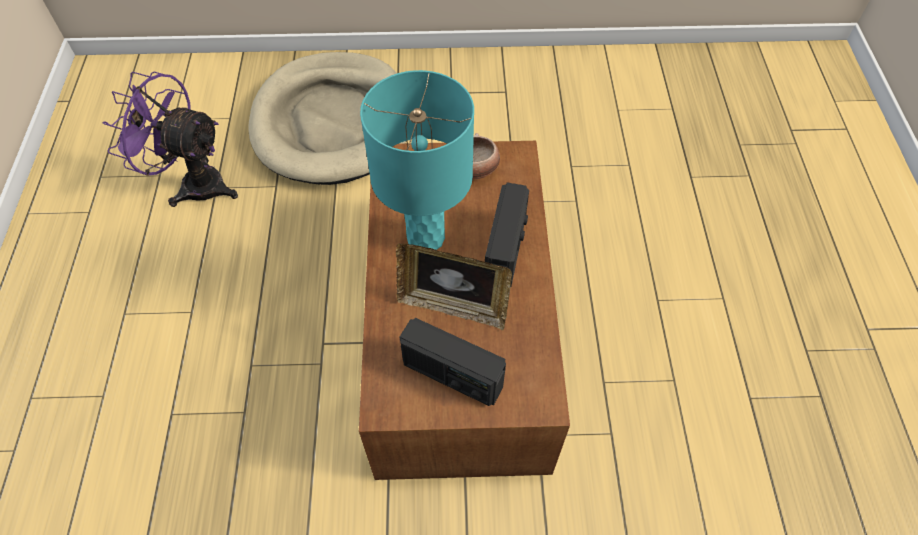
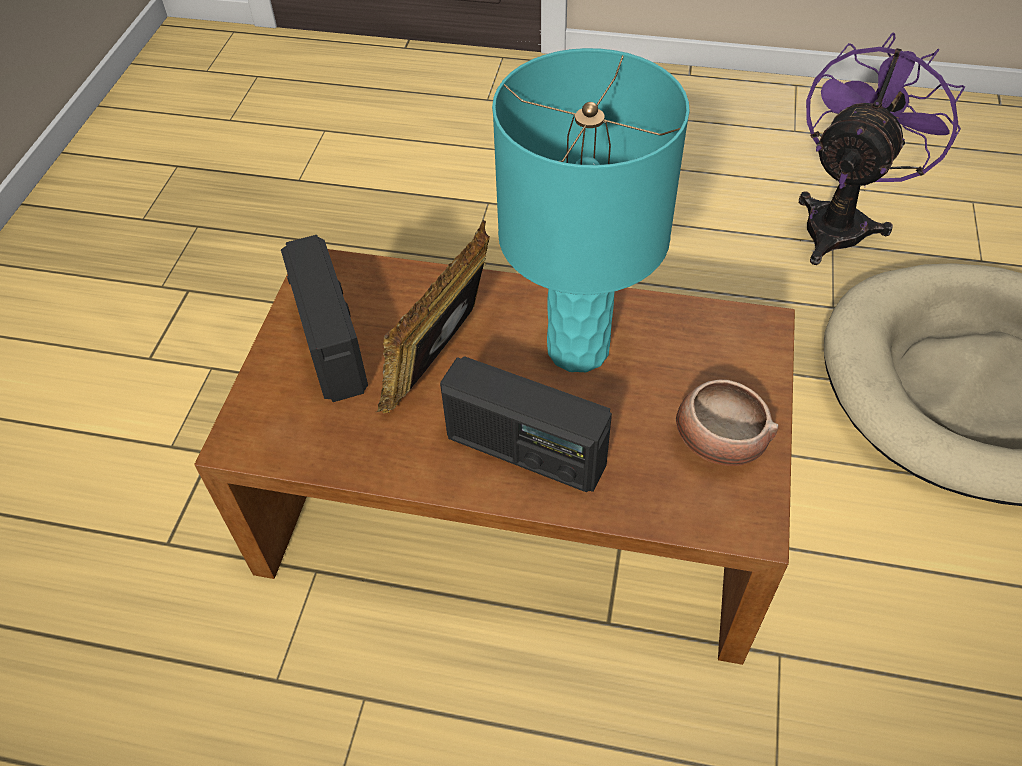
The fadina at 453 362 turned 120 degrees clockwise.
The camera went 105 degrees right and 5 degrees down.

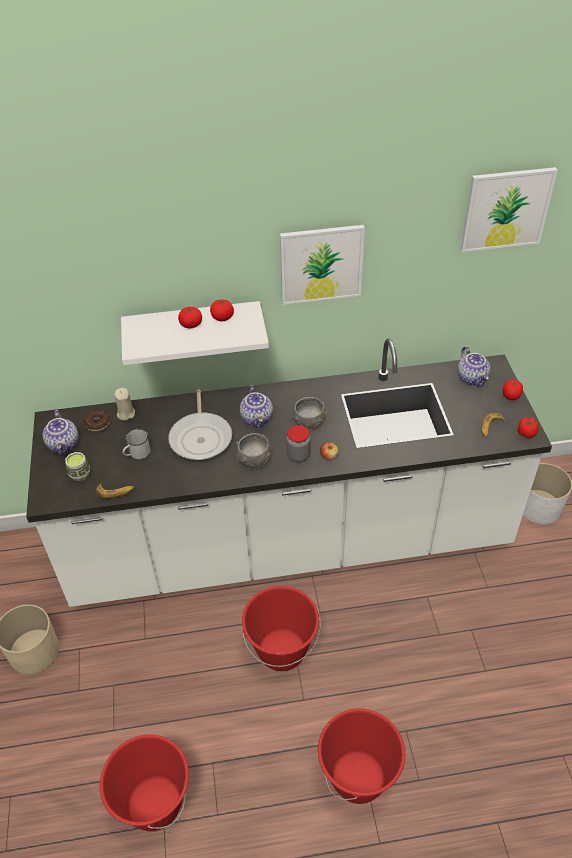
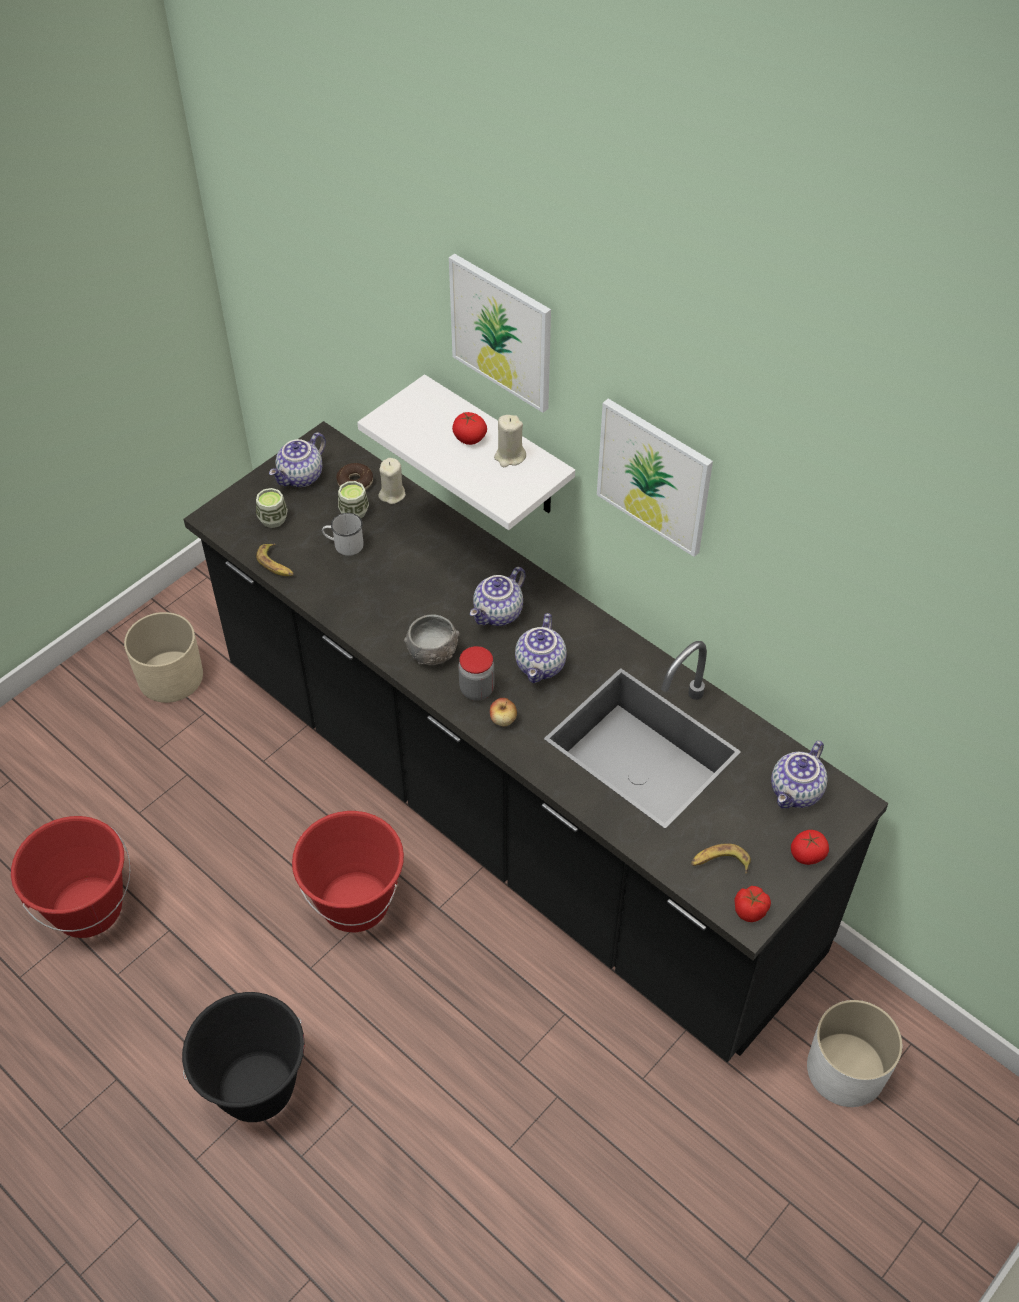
The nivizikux moved from 509 209 to 500 333.
The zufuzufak at 222 310 was replaced by the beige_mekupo at 510 441.
The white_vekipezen at 289 473 became the black_vekipezen at 535 741.
The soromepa at 200 425 disappeared.
The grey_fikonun at 309 414 was replaced by the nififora at 541 648.
The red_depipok at 361 756 became the black_depipok at 243 1057.
The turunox at 353 499 appeared.
The camera went 50 degrees right and 5 degrees up.

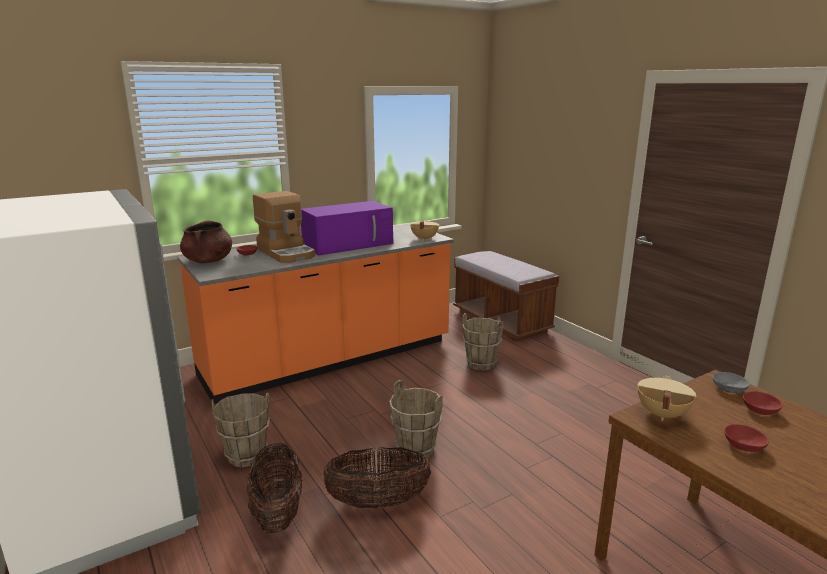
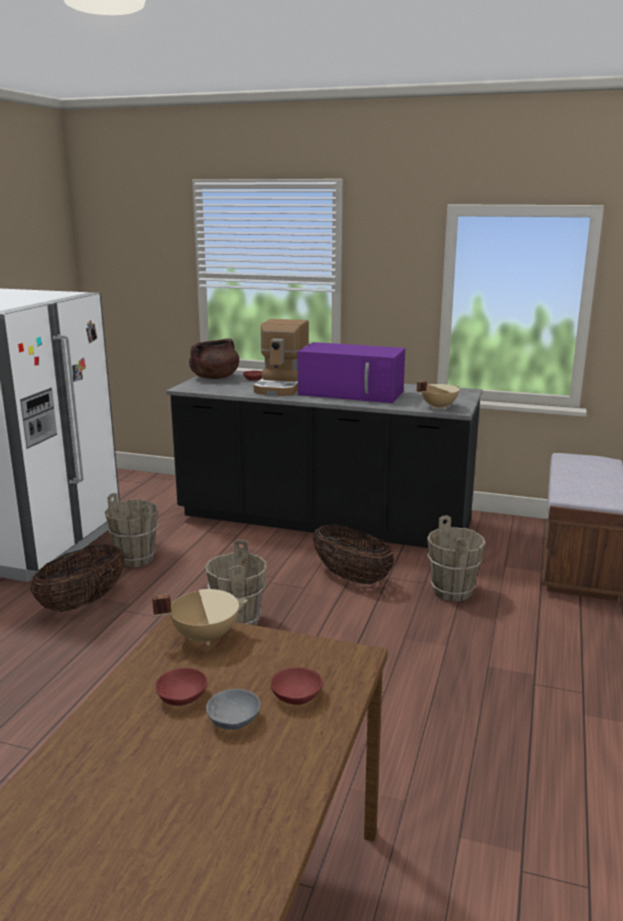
The orange_vekipezen at 316 313 became the black_vekipezen at 324 459.
The grey_fikonun moved from 731 382 to 233 709.
The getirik moved from 376 477 to 353 554.
The camera went 50 degrees right and 0 degrees up.

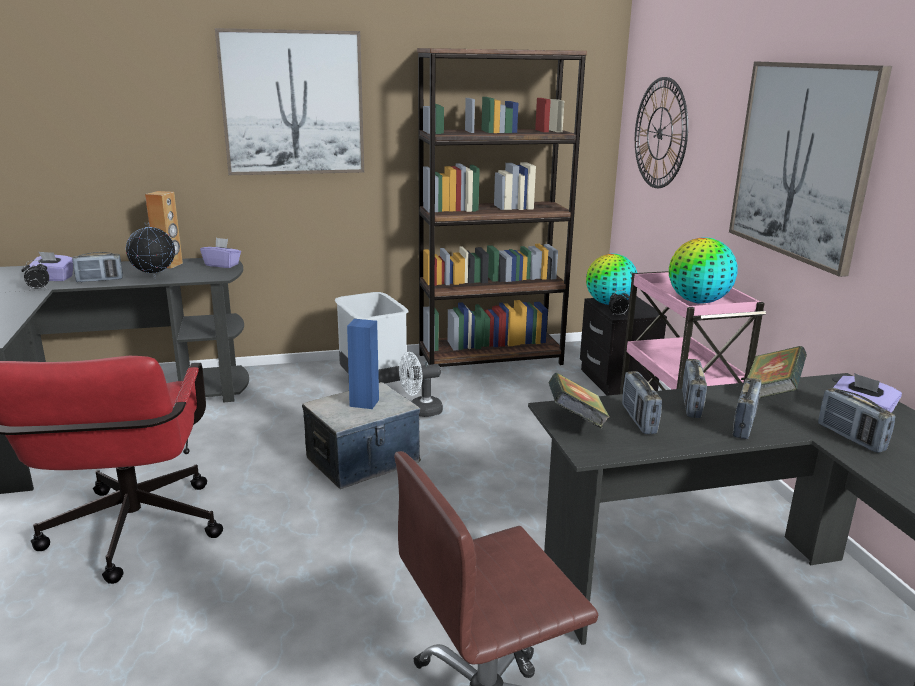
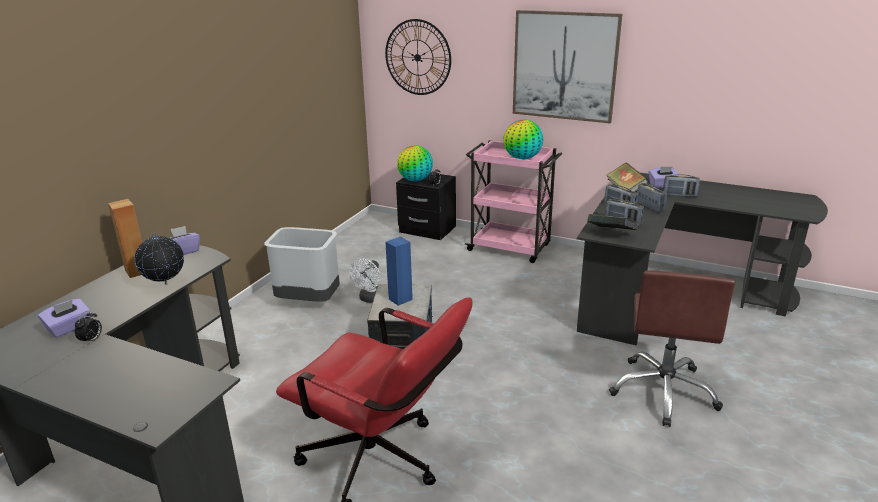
The nivizikux at 289 101 disappeared.
The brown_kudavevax at 502 207 disappeared.
The fadina at 97 267 disappeared.
The camera went 50 degrees left and 5 degrees up.

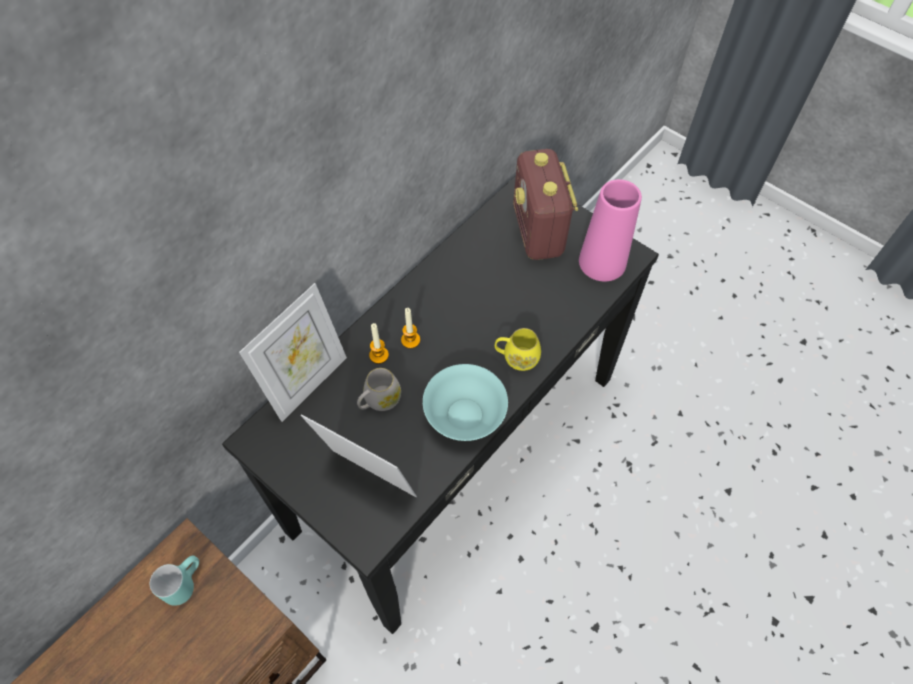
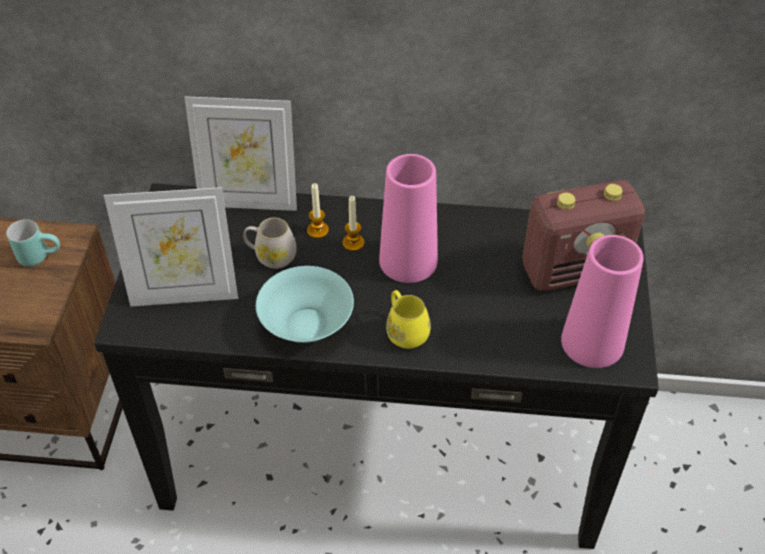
The fadina at 545 204 turned 150 degrees counterclockwise.
The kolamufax at 358 455 turned 90 degrees clockwise.
The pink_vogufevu at 408 218 appeared.
The camera went 55 degrees right and 10 degrees down.

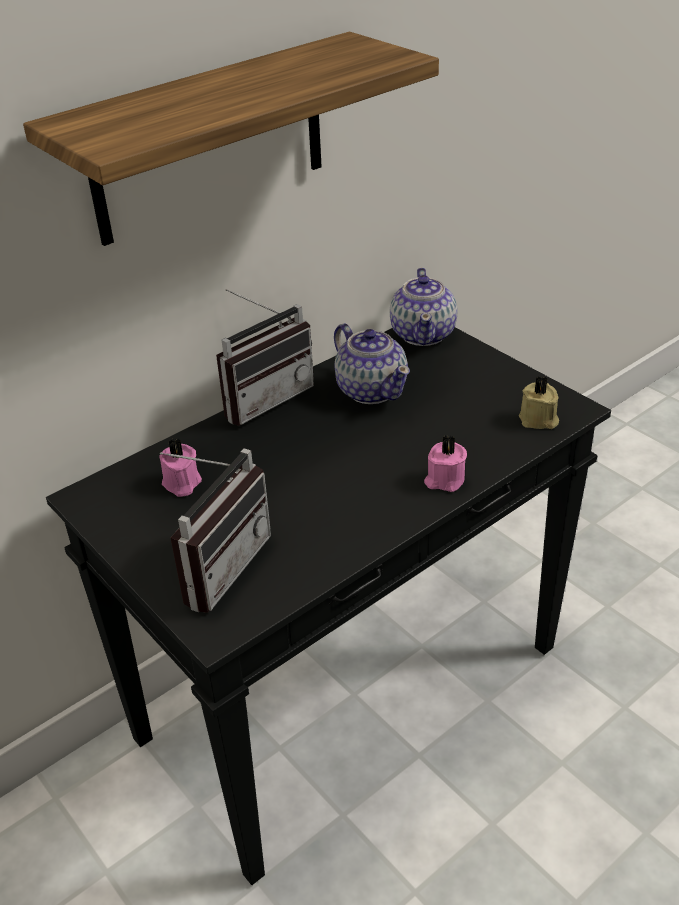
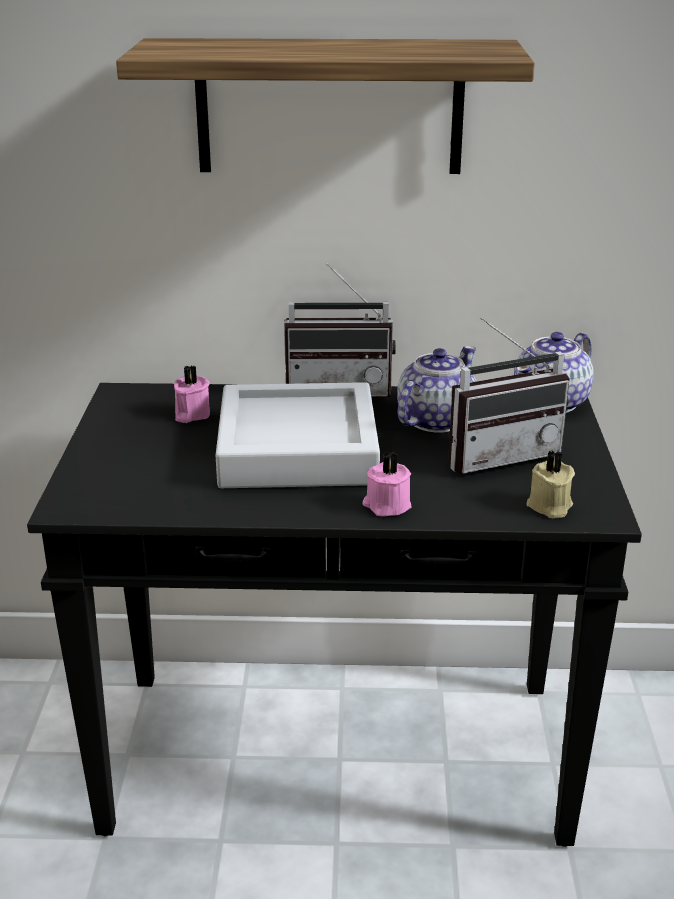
The nififora at 372 363 turned 150 degrees counterclockwise.
The fadina moved from 215 530 to 509 395.
The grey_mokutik at 297 435 appeared.
The camera went 40 degrees right and 10 degrees down.

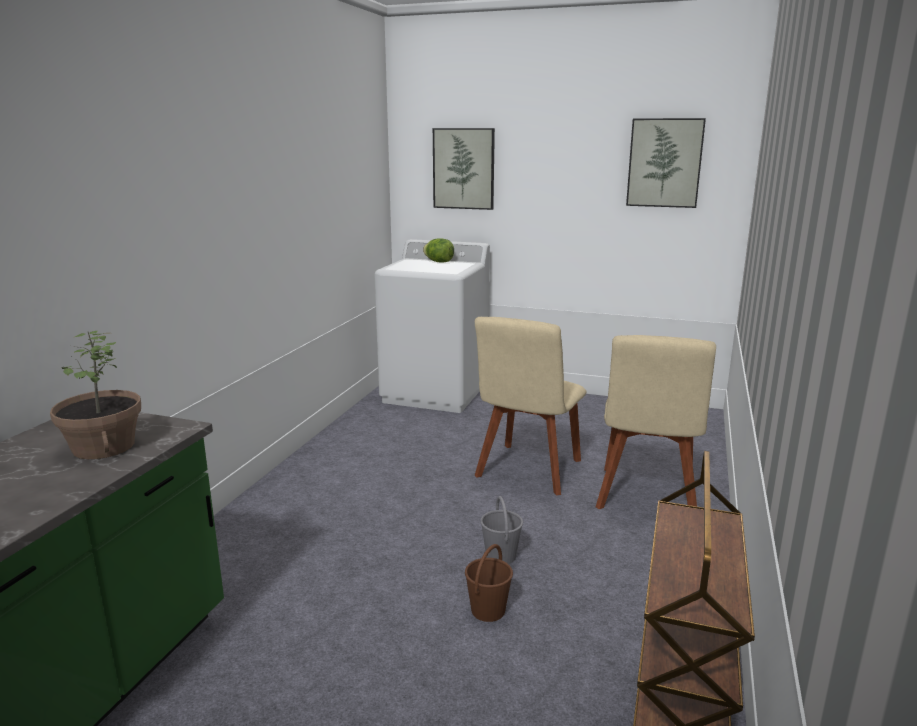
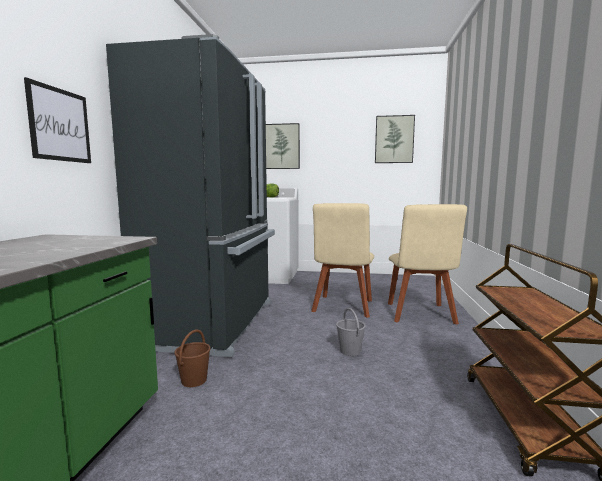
The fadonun at 95 394 disappeared.
The brown_depipok moved from 489 583 to 193 358.
The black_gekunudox at 190 195 appeared.
The nivizikux at 57 120 appeared.
The camera went 10 degrees left and 10 degrees down.

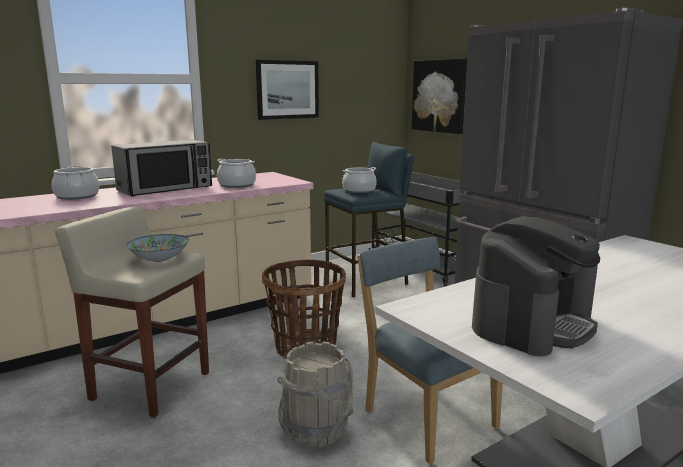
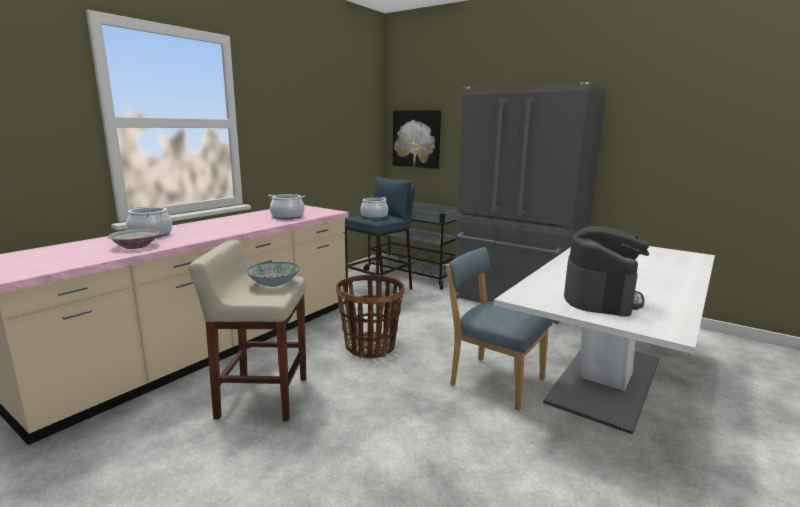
The nivizikux at 287 90 disappeared.
The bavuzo at 161 168 disappeared.
The grey_depipok at 315 395 disappeared.
The fikonun at 134 239 appeared.
The camera went 20 degrees left and 0 degrees up.

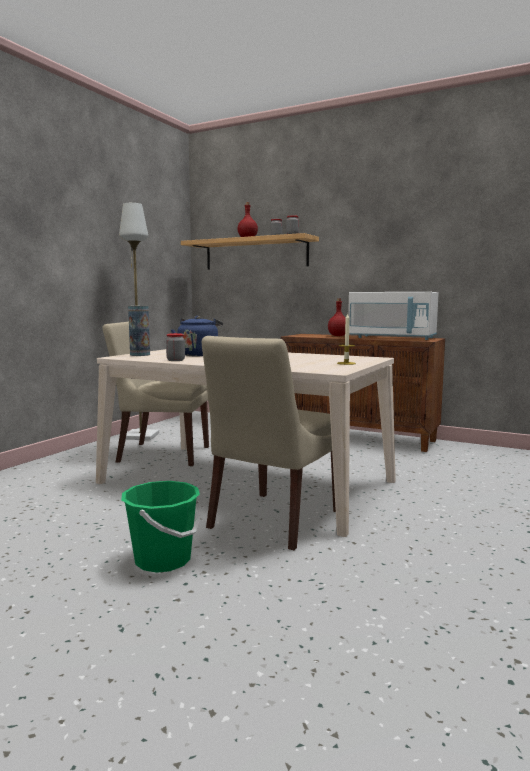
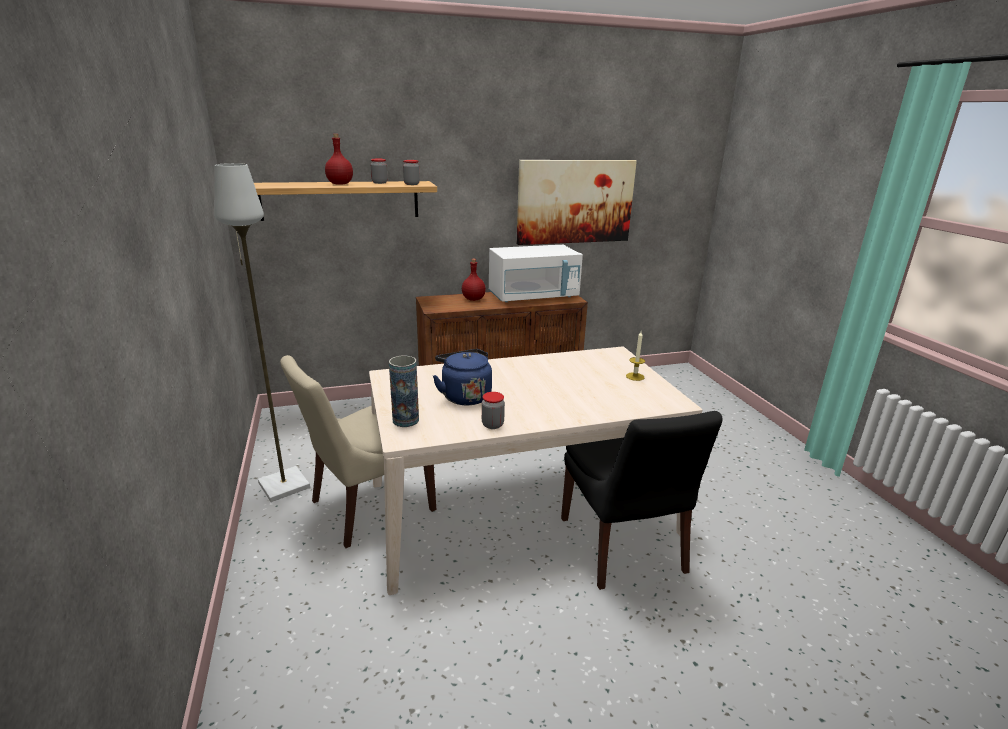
The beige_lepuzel at 269 443 became the black_lepuzel at 642 500.
The green_depipok at 160 527 disappeared.
The nivizikux at 577 202 appeared.
The camera went 45 degrees left and 15 degrees up.

